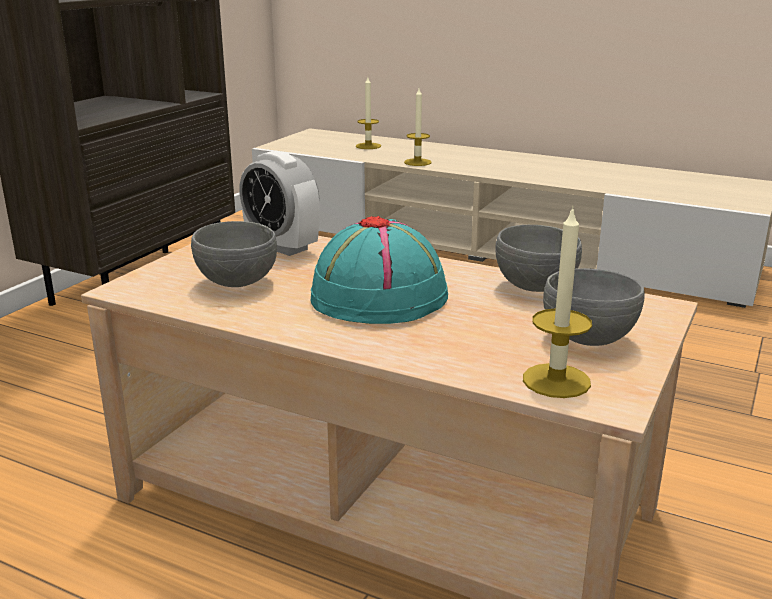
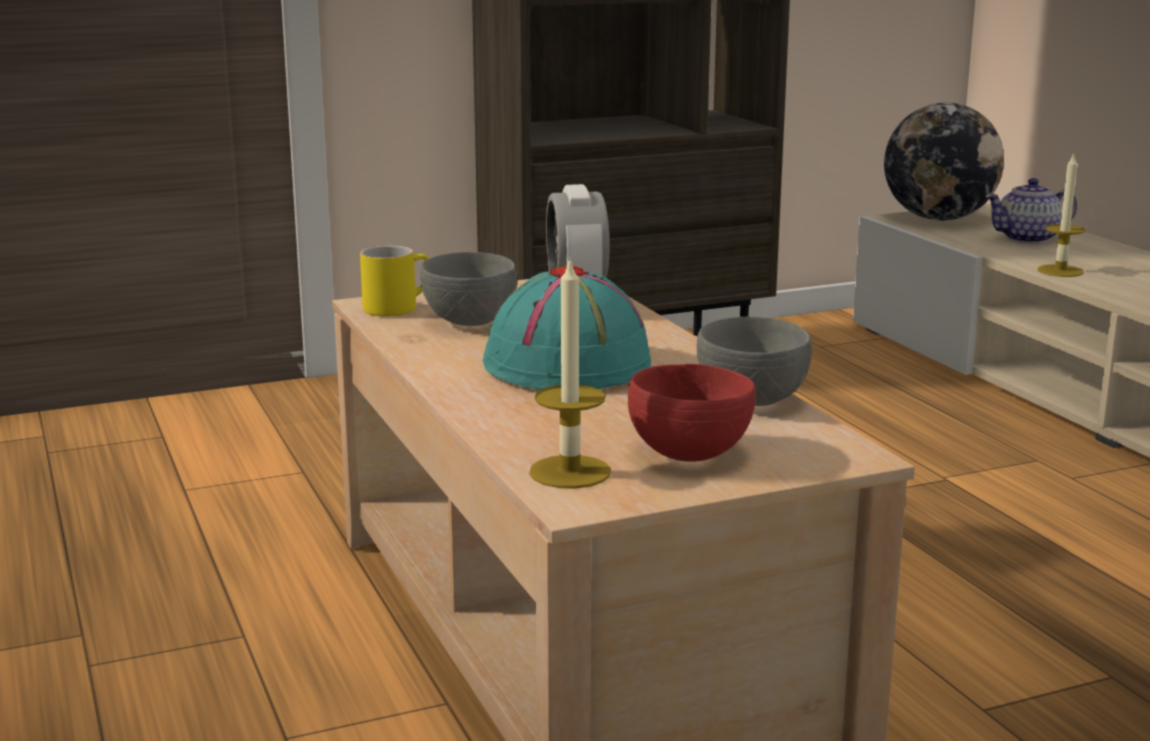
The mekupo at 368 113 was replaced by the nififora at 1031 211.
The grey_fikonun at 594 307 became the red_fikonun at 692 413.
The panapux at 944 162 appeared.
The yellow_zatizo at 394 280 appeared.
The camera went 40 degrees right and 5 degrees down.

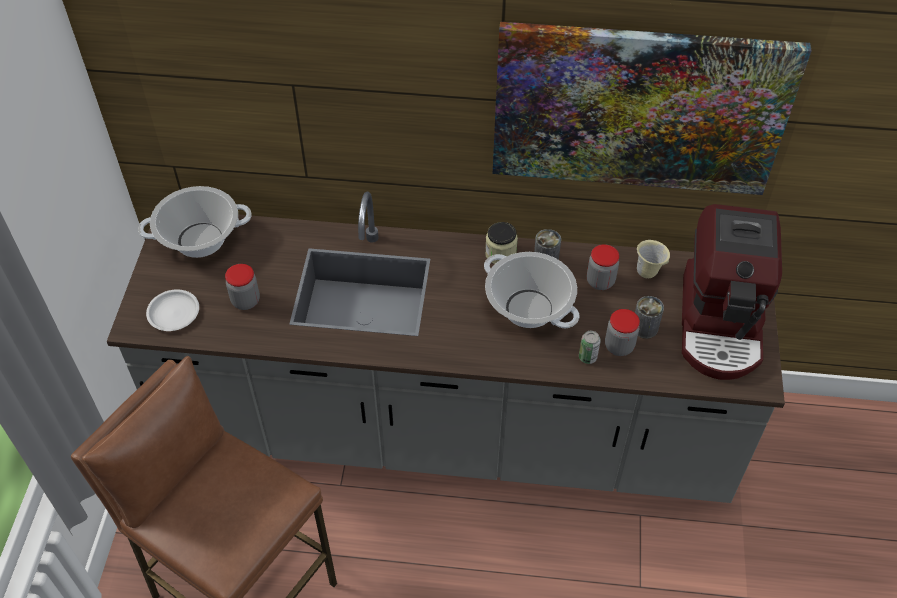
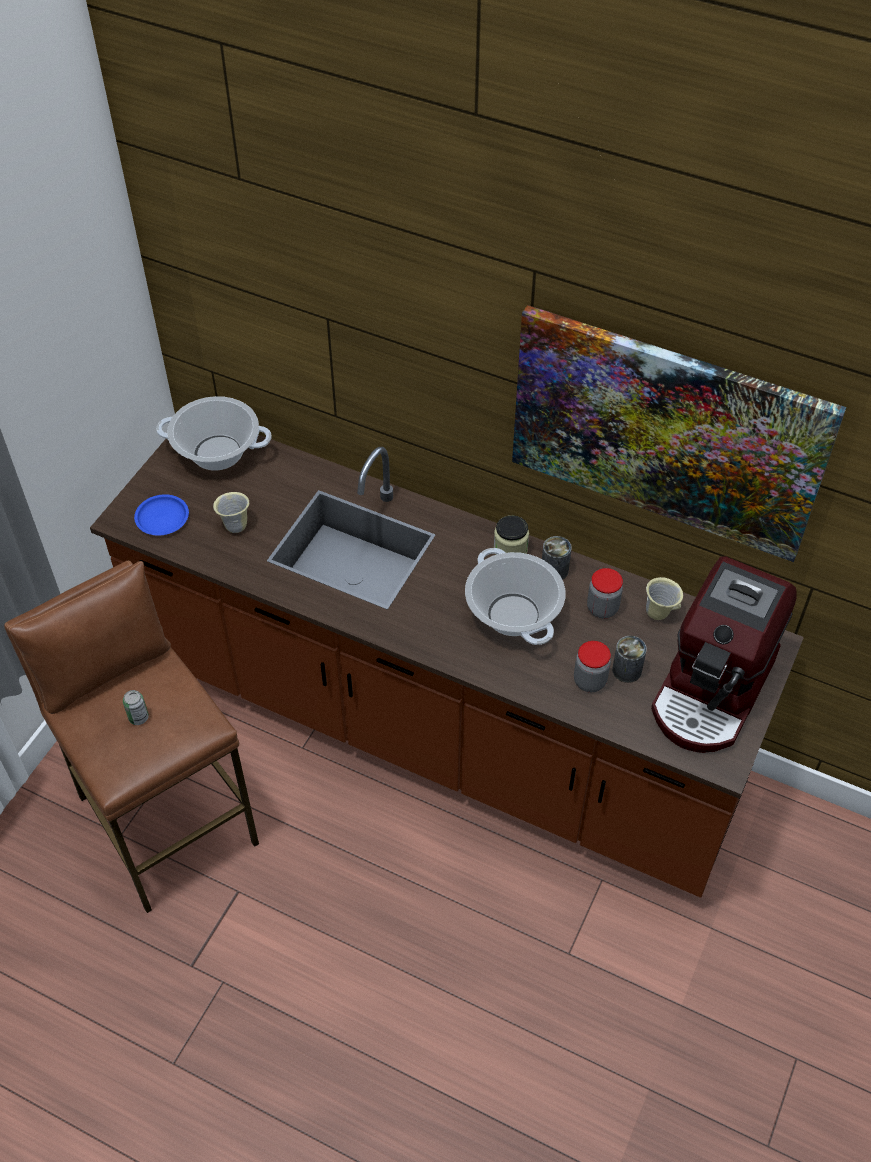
The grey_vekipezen at 446 347 became the brown_vekipezen at 447 666.
The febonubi at 242 287 was replaced by the beige_zatizo at 231 512.
The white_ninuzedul at 172 310 became the blue_ninuzedul at 161 515.
The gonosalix moved from 590 347 to 136 707.
The camera went 20 degrees right and 0 degrees up.

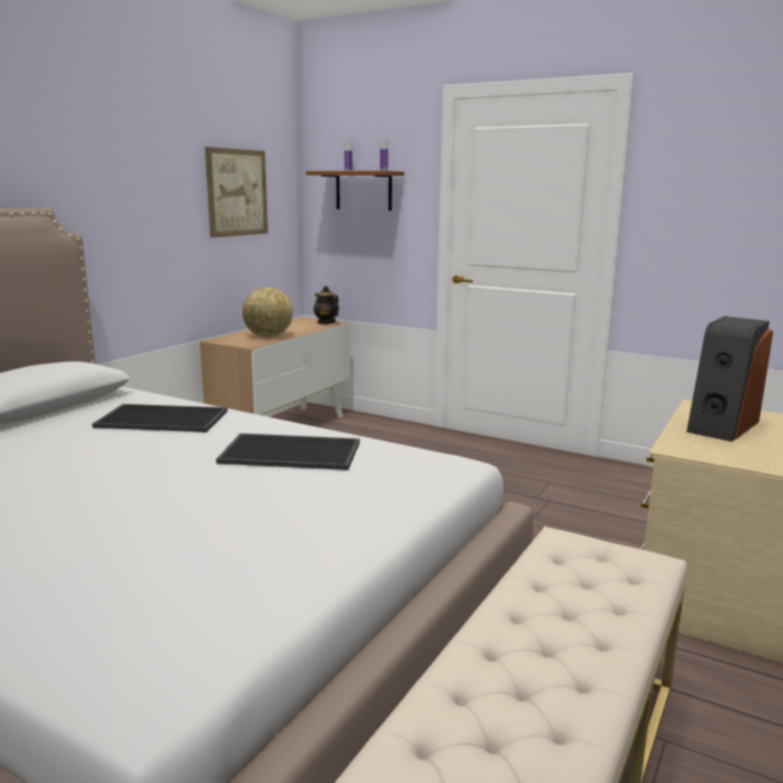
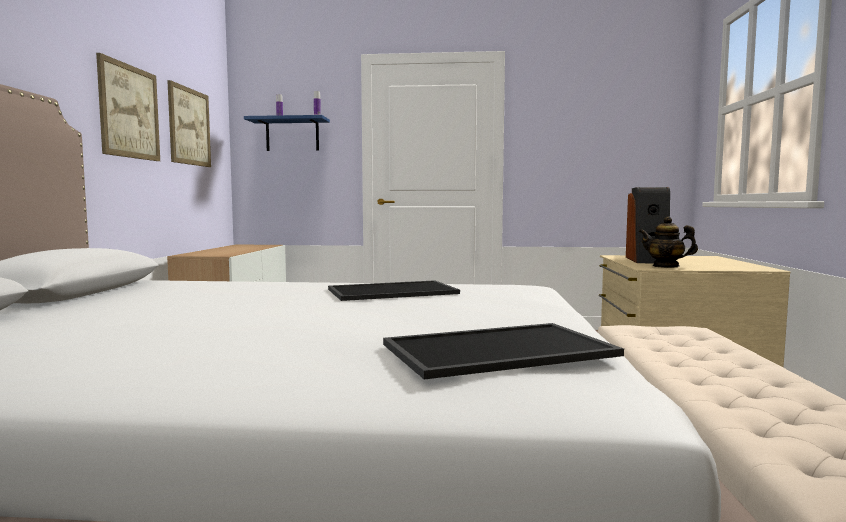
The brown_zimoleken at 355 191 became the blue_zimoleken at 287 133.
The nififora moved from 326 305 to 668 242.
The panapux at 267 312 disappeared.
The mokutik moved from 160 418 to 503 351.
The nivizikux at 128 107 appeared.
The camera went 25 degrees left and 10 degrees down.

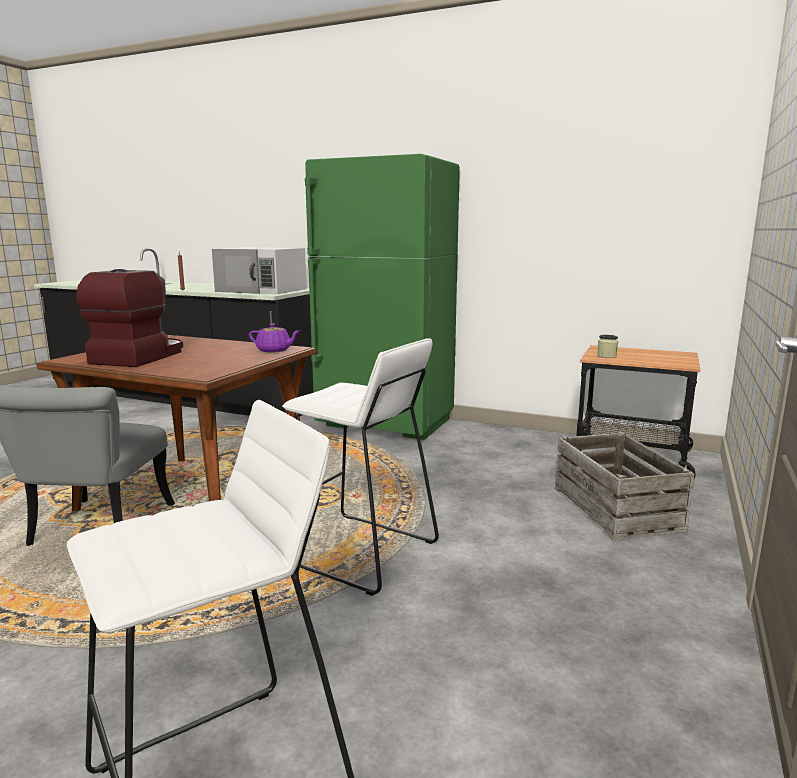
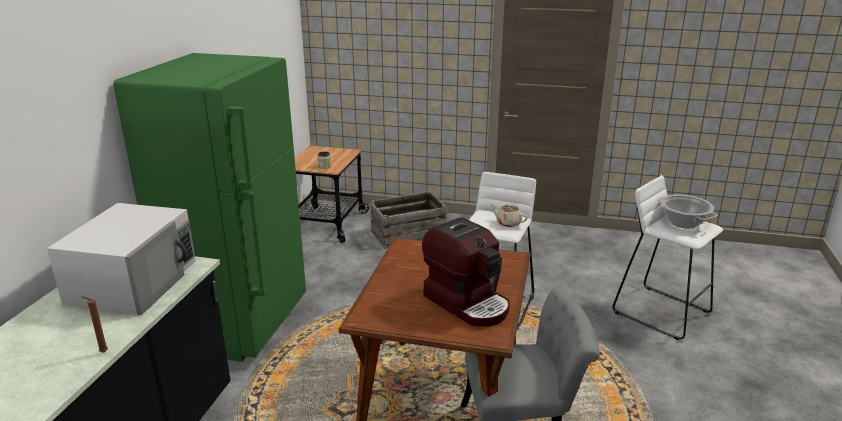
The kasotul at 129 318 turned 135 degrees counterclockwise.
The purple_nififora at 274 338 disappeared.
The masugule at 687 211 appeared.
The beige_nififora at 509 215 appeared.
The camera went 100 degrees left and 10 degrees up.

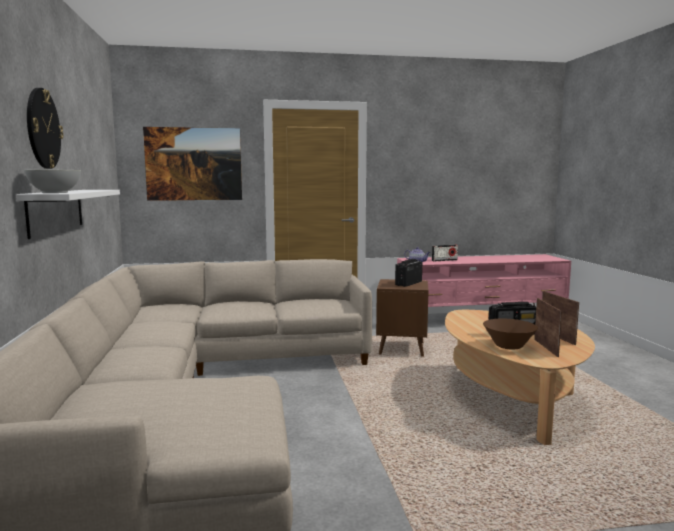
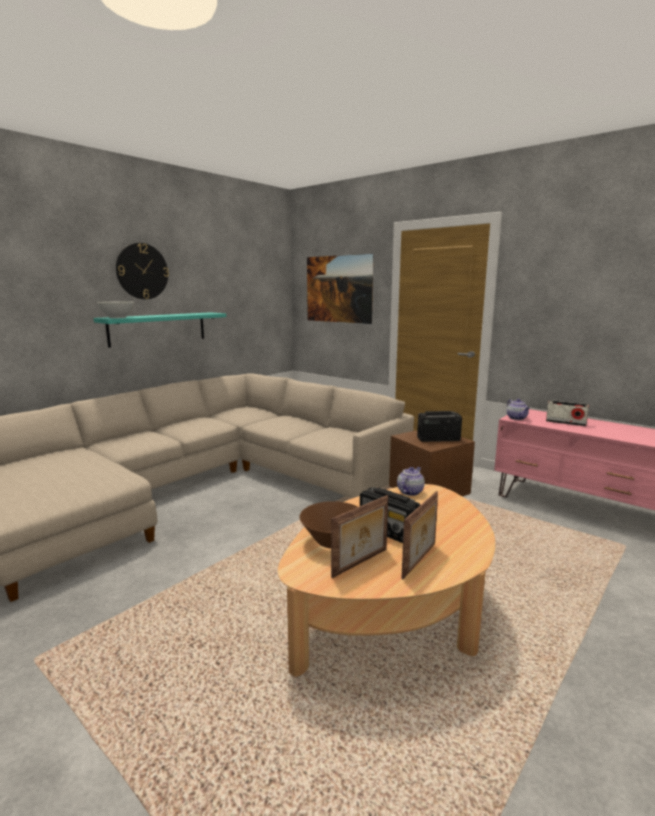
The white_zimoleken at 68 214 became the turquoise_zimoleken at 160 330.
The nififora at 411 481 appeared.
The camera went 50 degrees right and 5 degrees up.

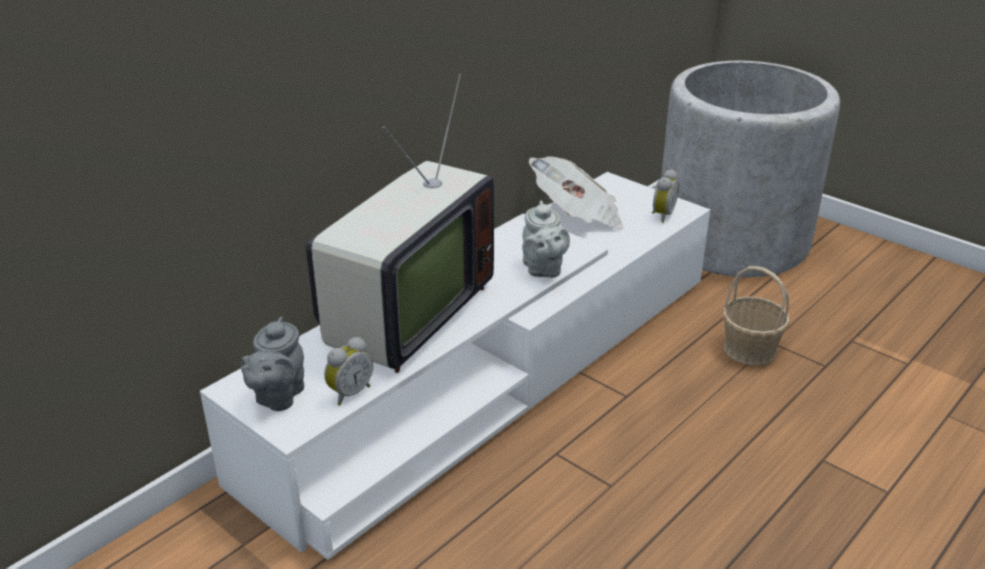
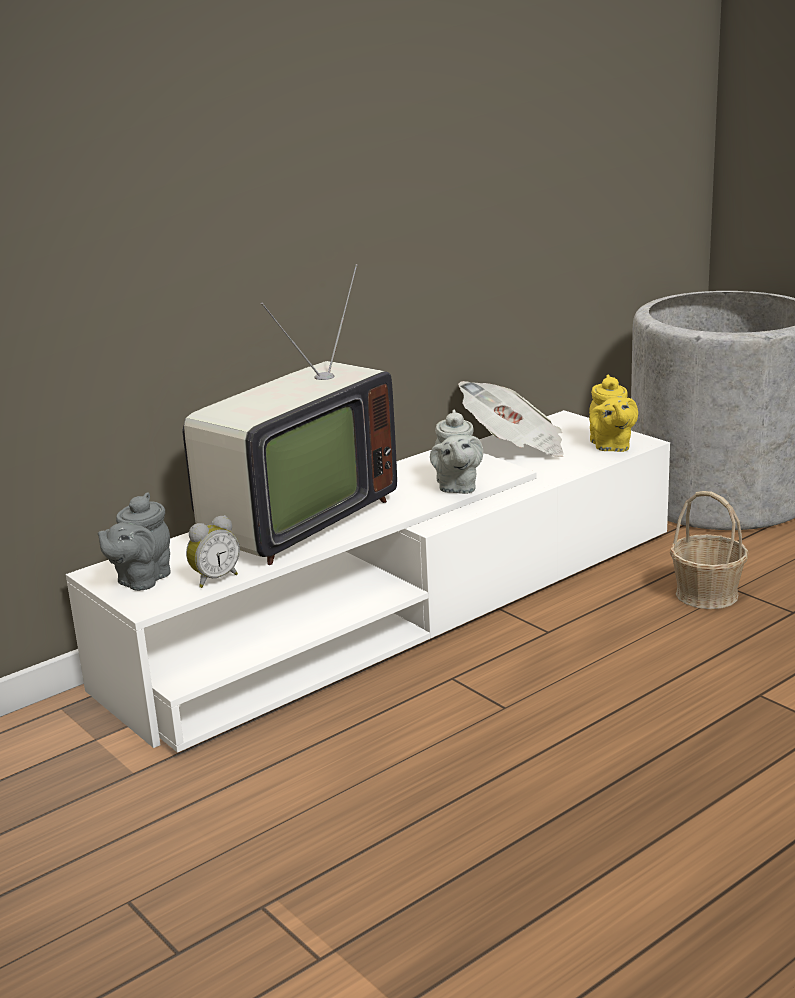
The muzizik at 665 196 was replaced by the yellow_nififora at 613 413.
The camera went 10 degrees right and 10 degrees down.

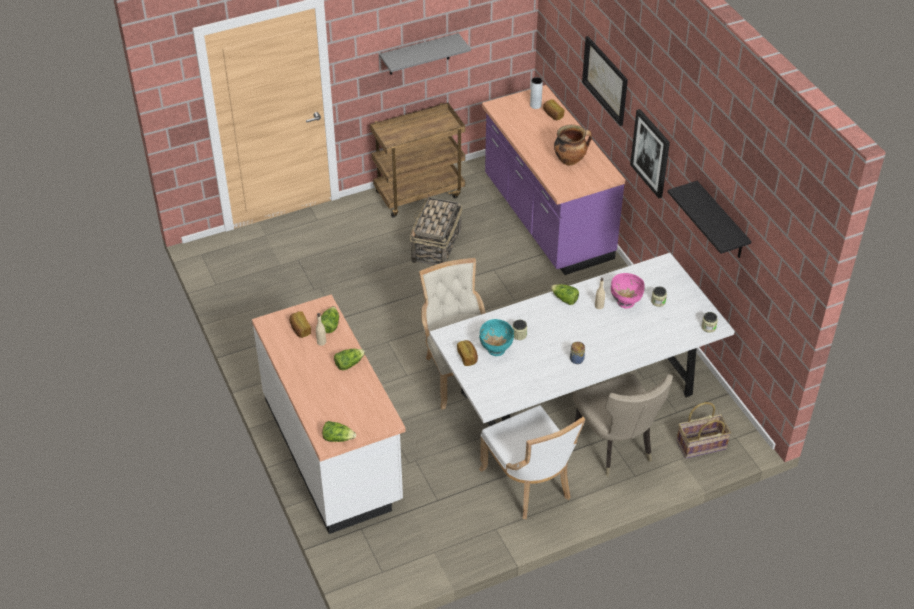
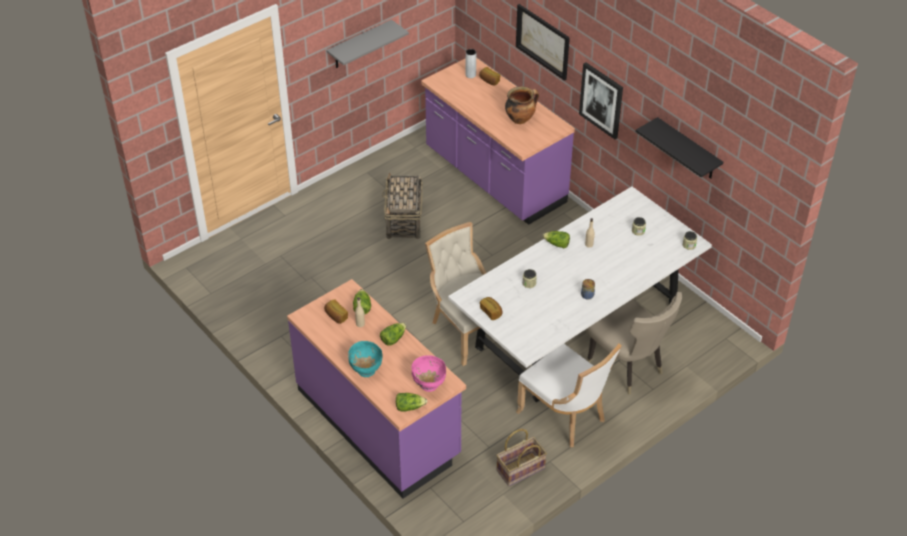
The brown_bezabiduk at 418 160 disappeared.
The pink_fikonun moved from 628 291 to 428 373.
The white_vekipezen at 329 414 became the purple_vekipezen at 376 388.
The turquoise_fikonun moved from 496 337 to 365 359.
The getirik moved from 704 430 to 521 457.
The camera went 15 degrees left and 0 degrees up.

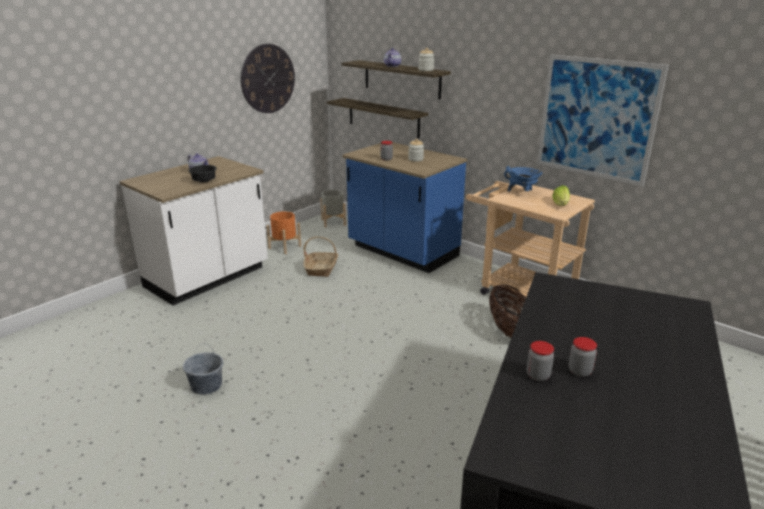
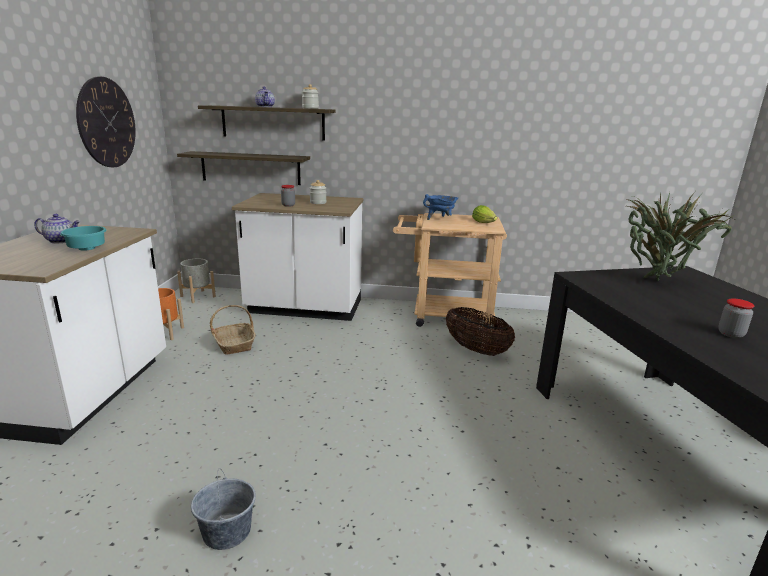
The nivizikux at 602 120 disappeared.
The blue_vekipezen at 404 207 became the white_vekipezen at 297 257.
The black_fikonun at 203 174 became the turquoise_fikonun at 83 238.
The febonubi at 540 361 disappeared.
The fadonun at 681 236 appeared.
The camera went 35 degrees left and 5 degrees down.

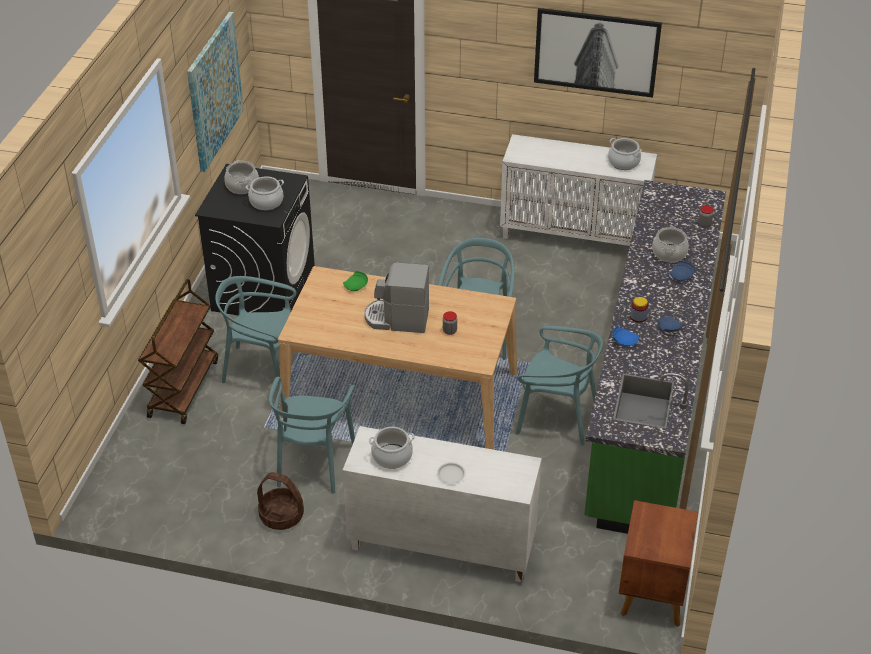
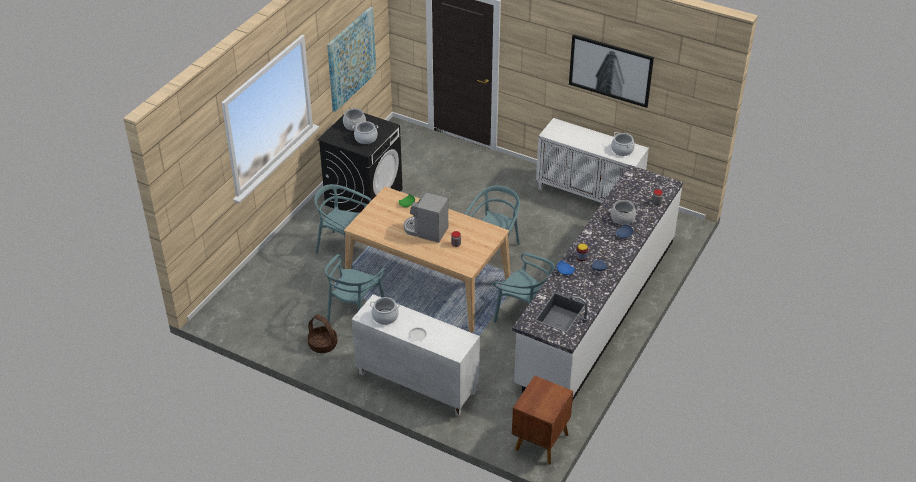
The green_vekipezen at 655 357 became the white_vekipezen at 597 283.
The brown_bezabiduk at 178 351 disappeared.
The camera went 15 degrees right and 0 degrees up.

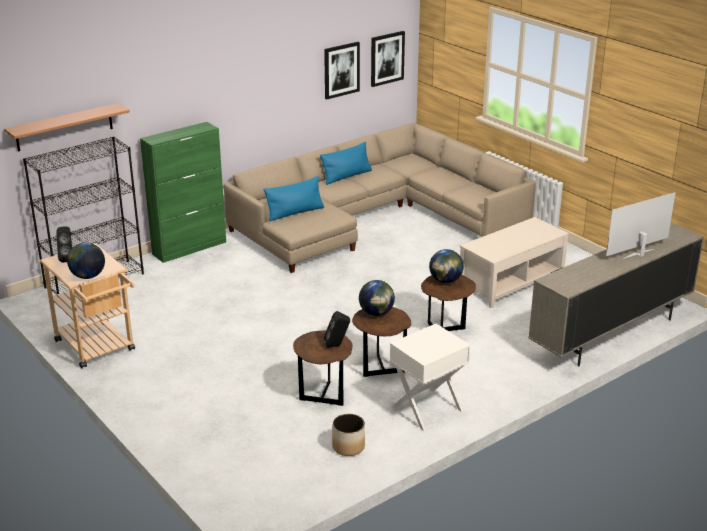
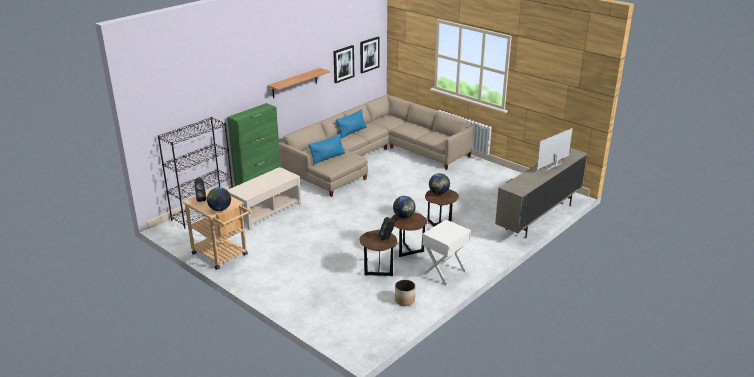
The zimoleken moved from 67 127 to 299 83.
The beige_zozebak moved from 514 262 to 264 198.
The camera went 10 degrees left and 0 degrees up.

